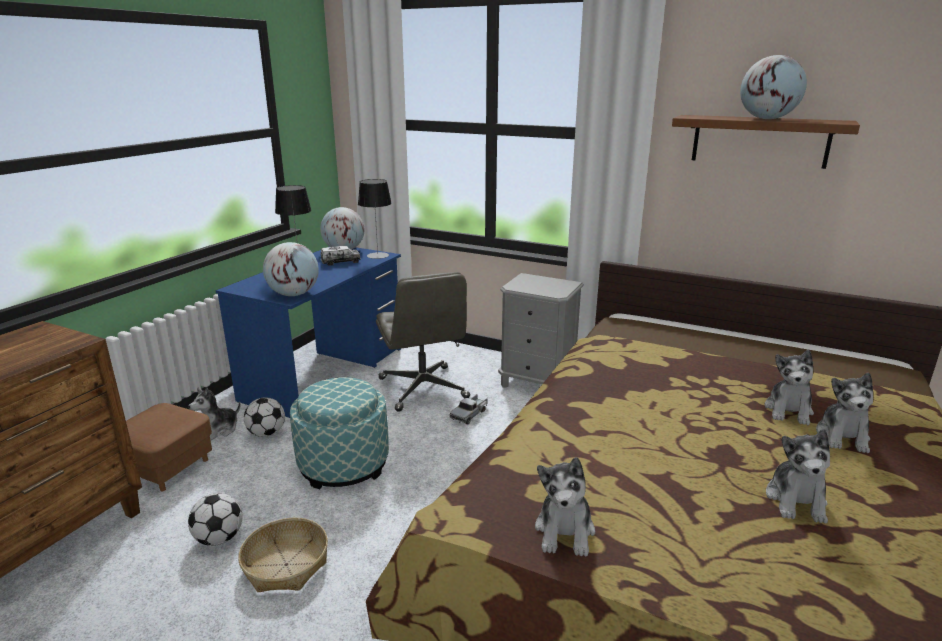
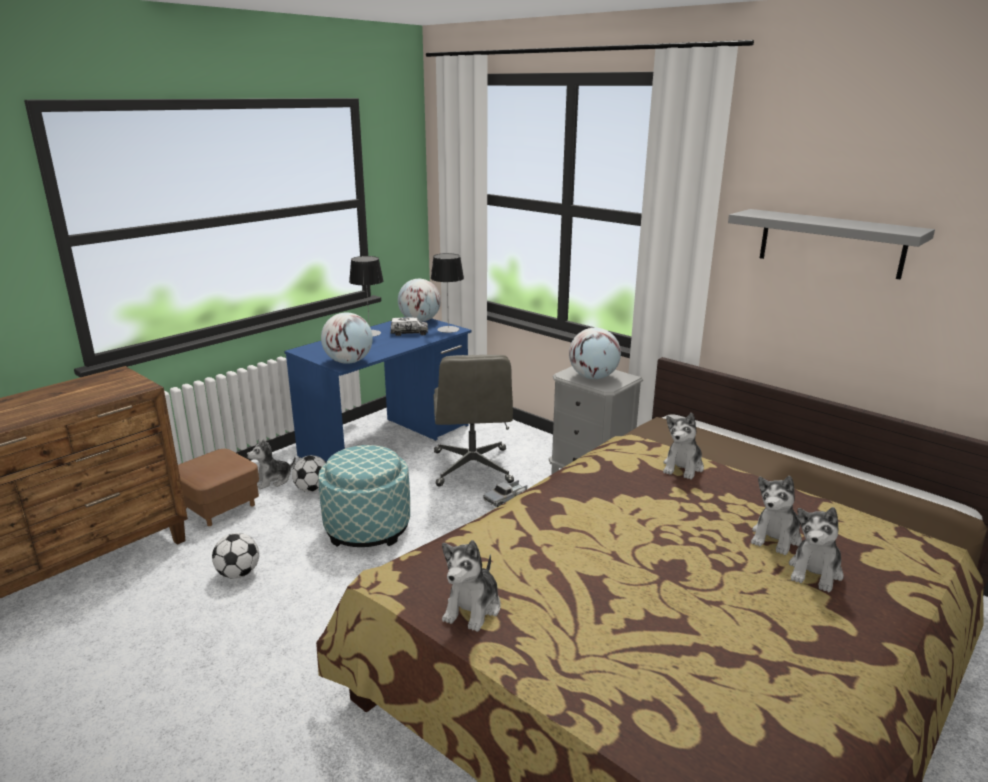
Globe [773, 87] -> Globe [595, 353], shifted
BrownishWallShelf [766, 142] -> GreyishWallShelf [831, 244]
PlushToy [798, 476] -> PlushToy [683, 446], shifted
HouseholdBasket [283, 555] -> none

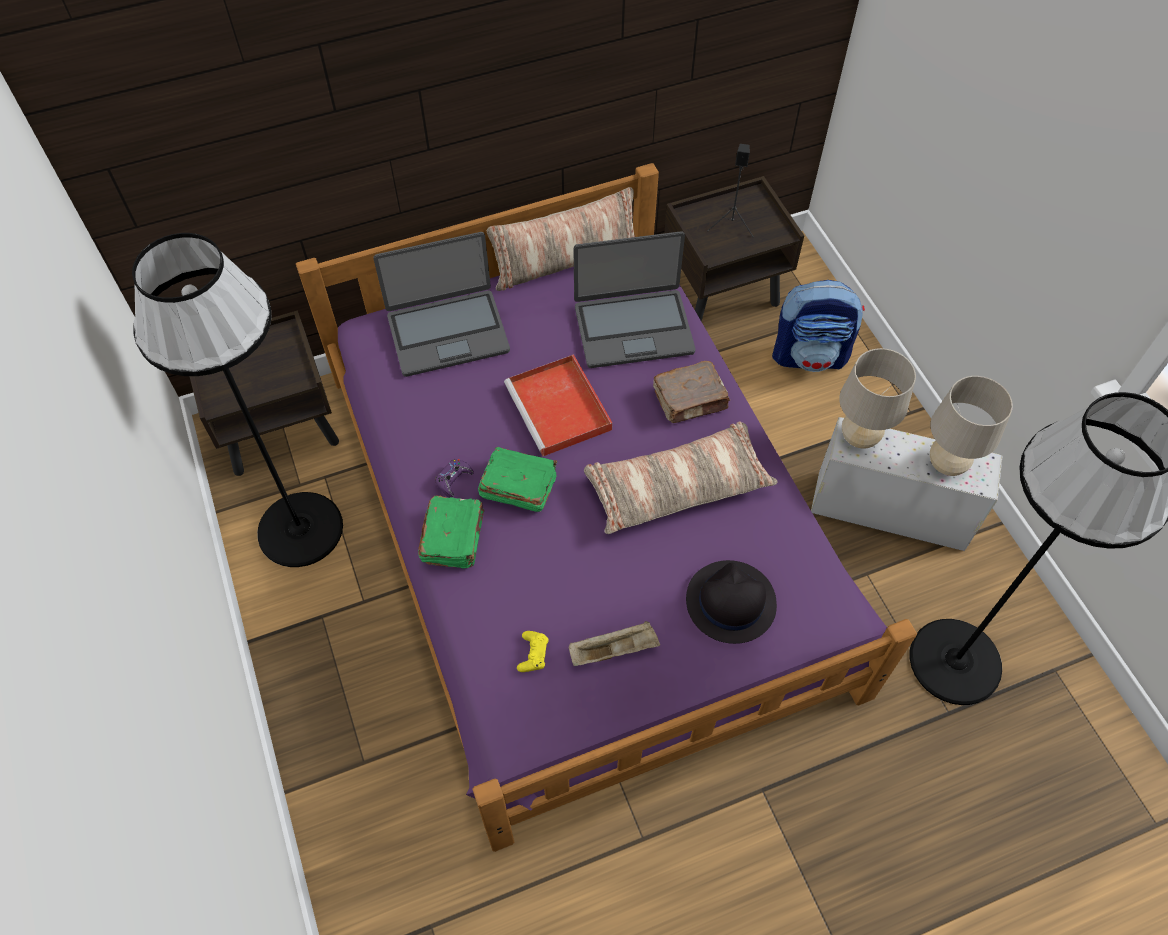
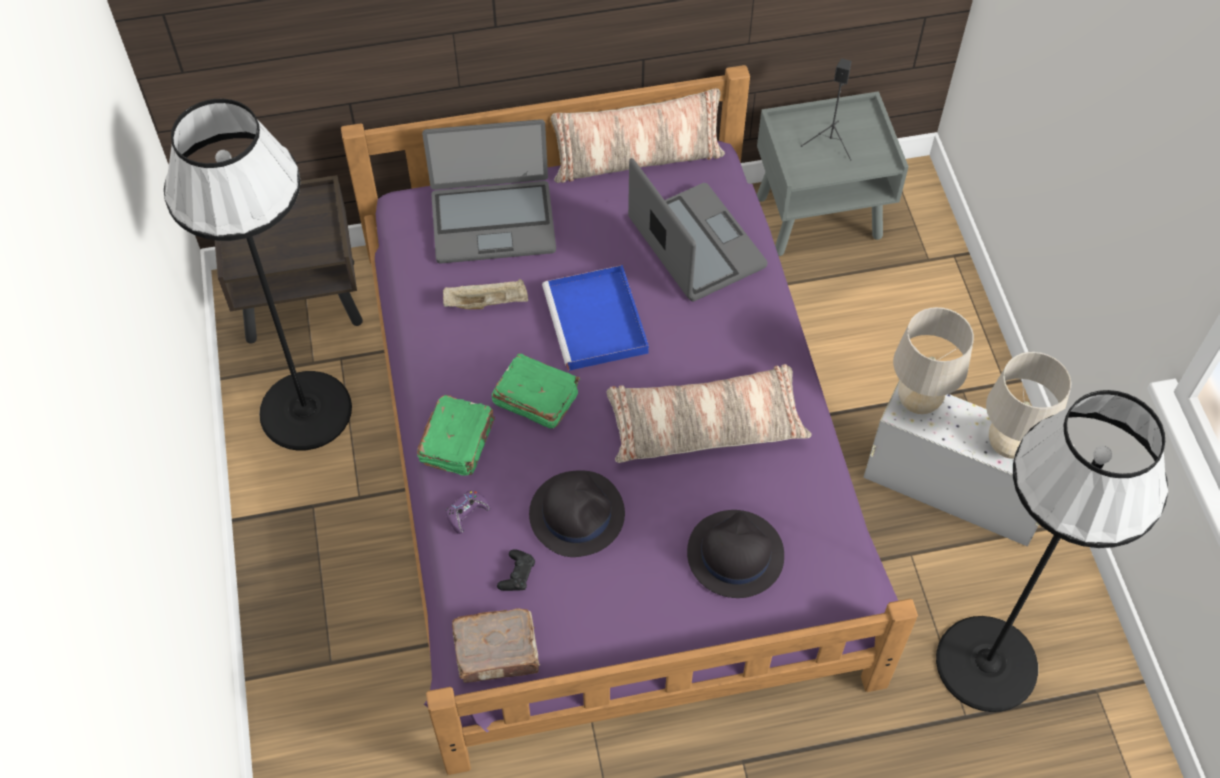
BrownishNightstand [734, 249] -> GreyishNightstand [833, 173]
NotebookComputer [634, 299] -> NotebookComputer [698, 230], 120 degrees counterclockwise
Backpack [818, 326] -> none
RedColouredCarryingTray [558, 405] -> BlueCarryingTray [595, 318]
BrownishBoundBook [691, 392] -> BrownishBoundBook [496, 645], shifted
PurplishJoypad [454, 478] -> PurplishJoypad [468, 512], shifted
BeigeCarryingTray [614, 643] -> BeigeCarryingTray [485, 294], shifted
YellowColouredJoypad [533, 651] -> BlackishJoypad [516, 570]
none -> BlackishClothingHat [577, 513]

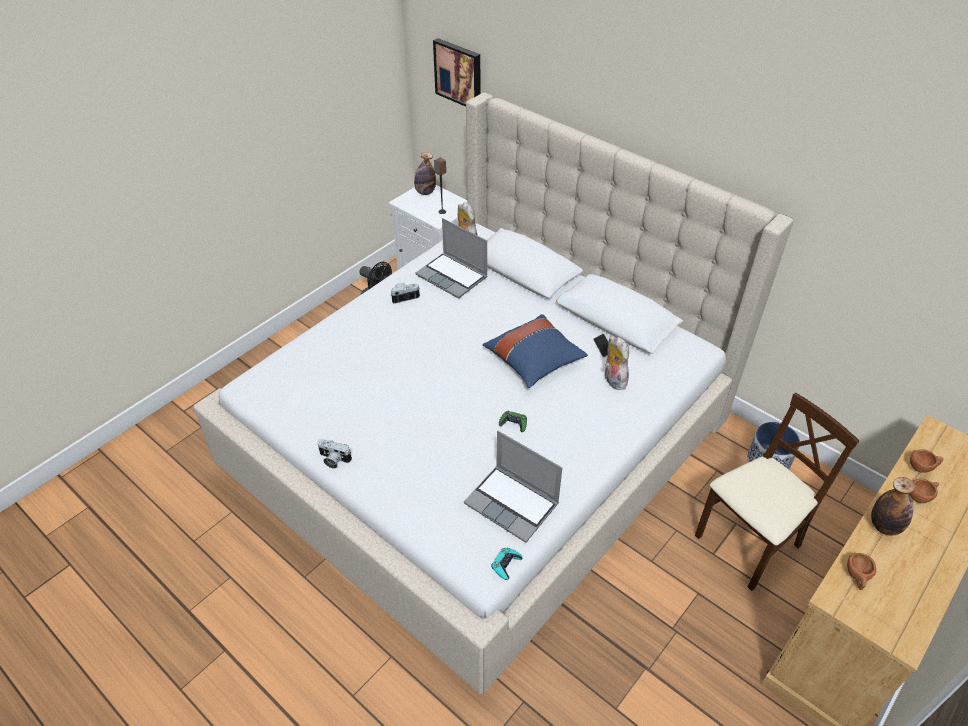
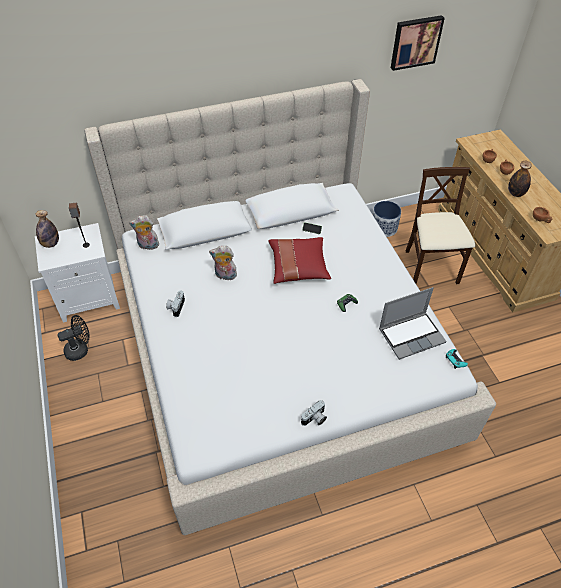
WallArt [456, 72] -> WallArt [418, 43], shifted
NotebookComputer [451, 258] -> none
BluePillow [535, 351] -> RedColouredPillow [299, 260]
PlushToy [617, 363] -> PlushToy [223, 263], shifted

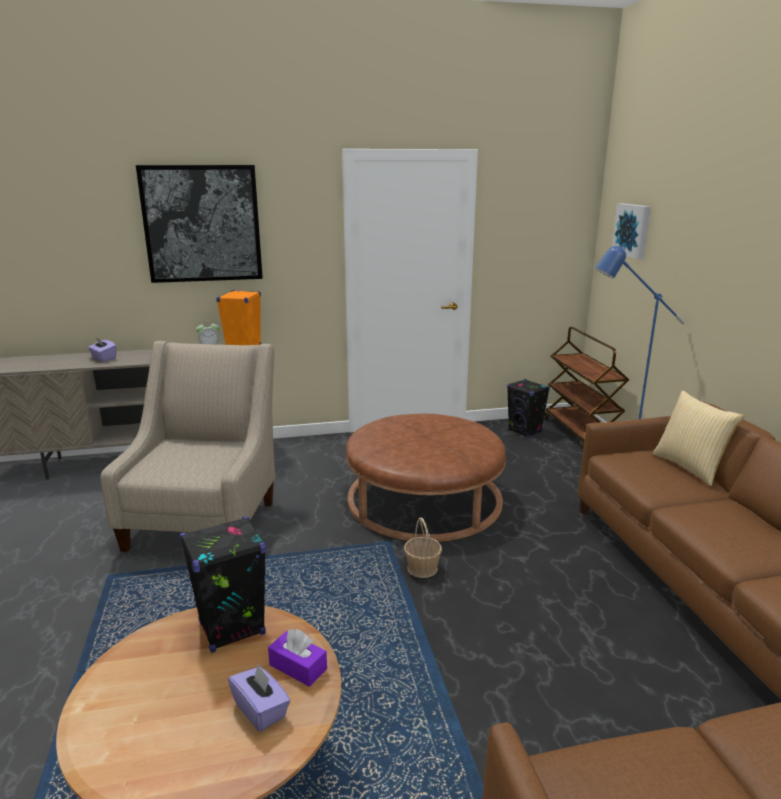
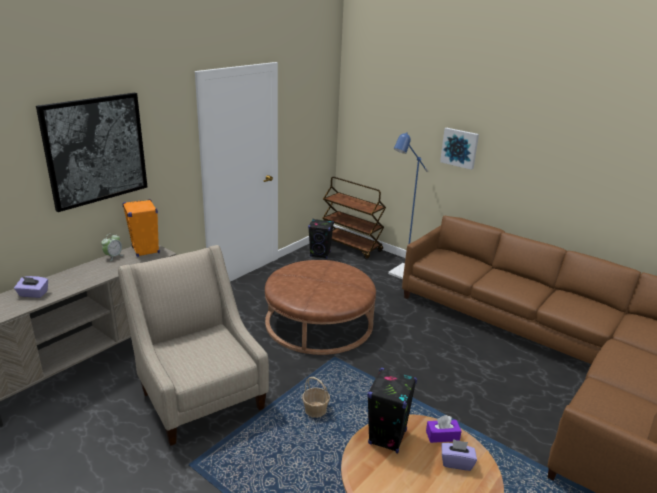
WallArt [631, 231] -> WallArt [459, 149], shifted
Pillow [699, 438] -> none
HouseholdBasket [423, 547] -> HouseholdBasket [316, 397], shifted

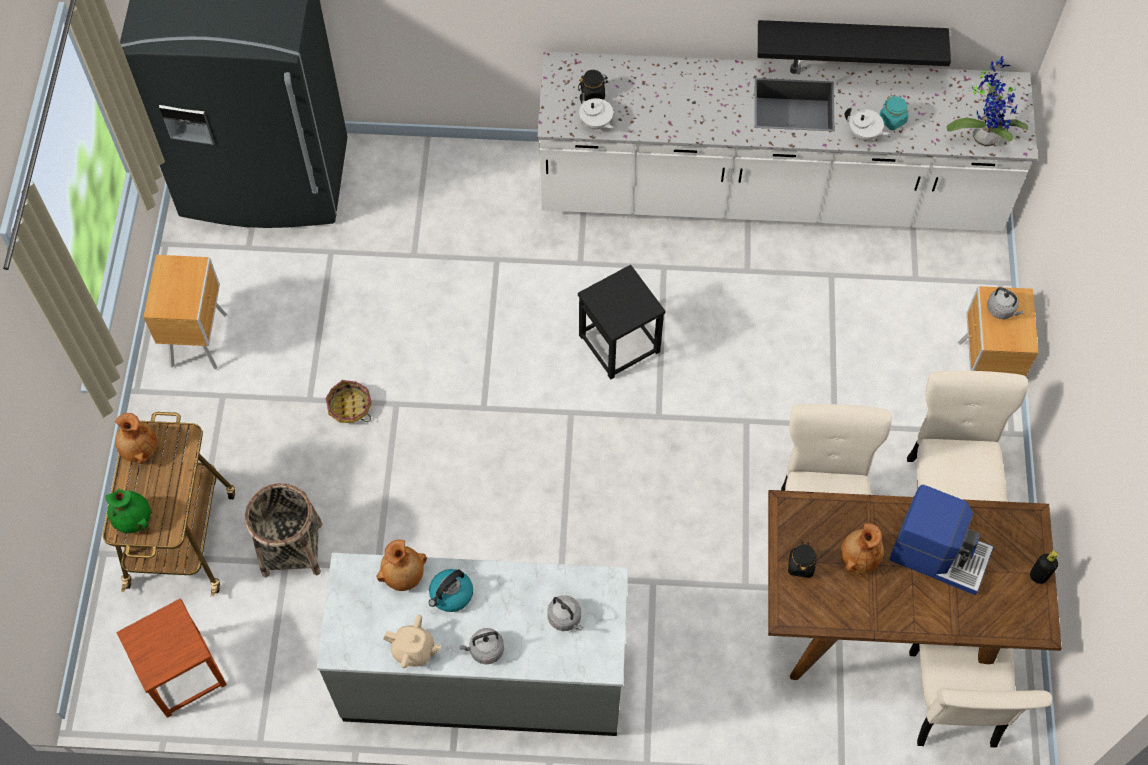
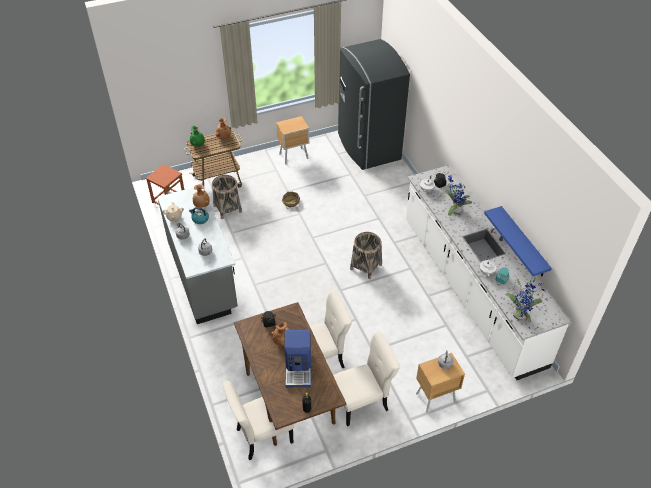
BlackishWallShelf [854, 43] -> BlueWallShelf [518, 241]
BlackishSittingStool [622, 322] -> HouseholdBasket [366, 255]
none -> Houseplant [458, 195]

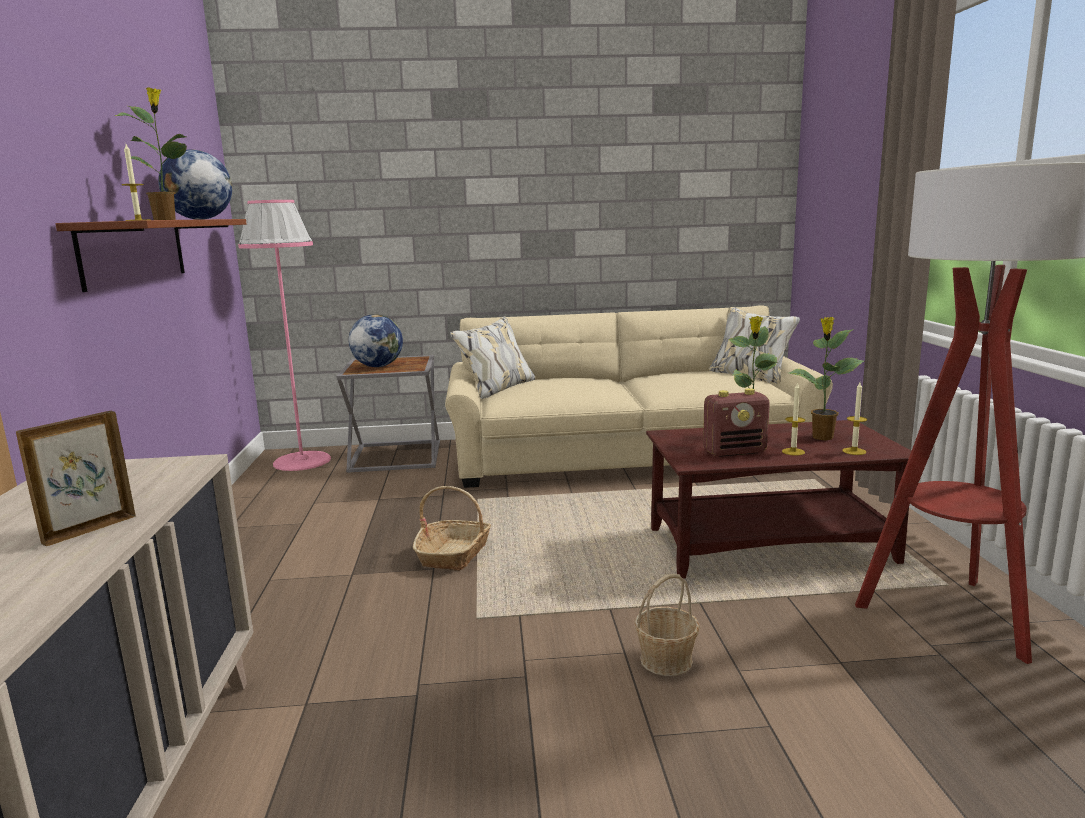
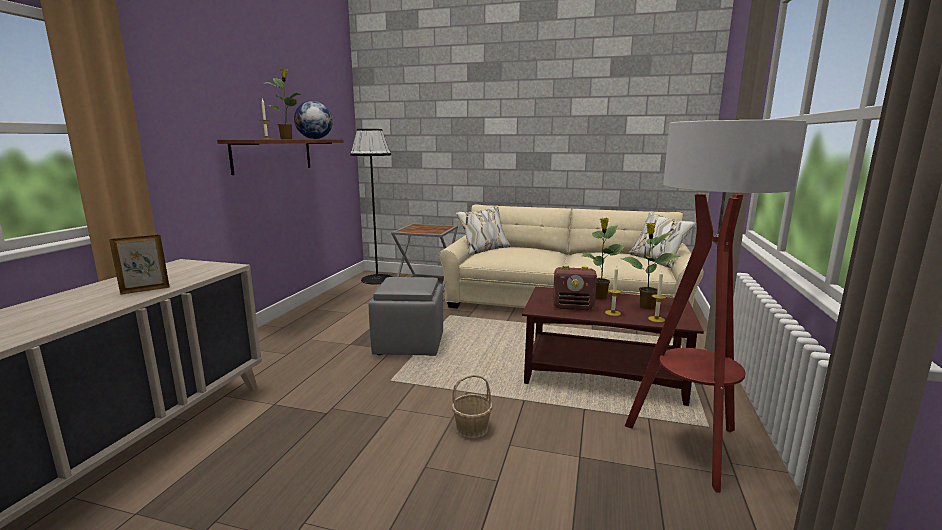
PinkColouredStandingLamp [284, 335] -> BlackishStandingLamp [371, 206]
Globe [376, 340] -> none
HouseholdBasket [452, 528] -> GreyishPouffe [406, 316]

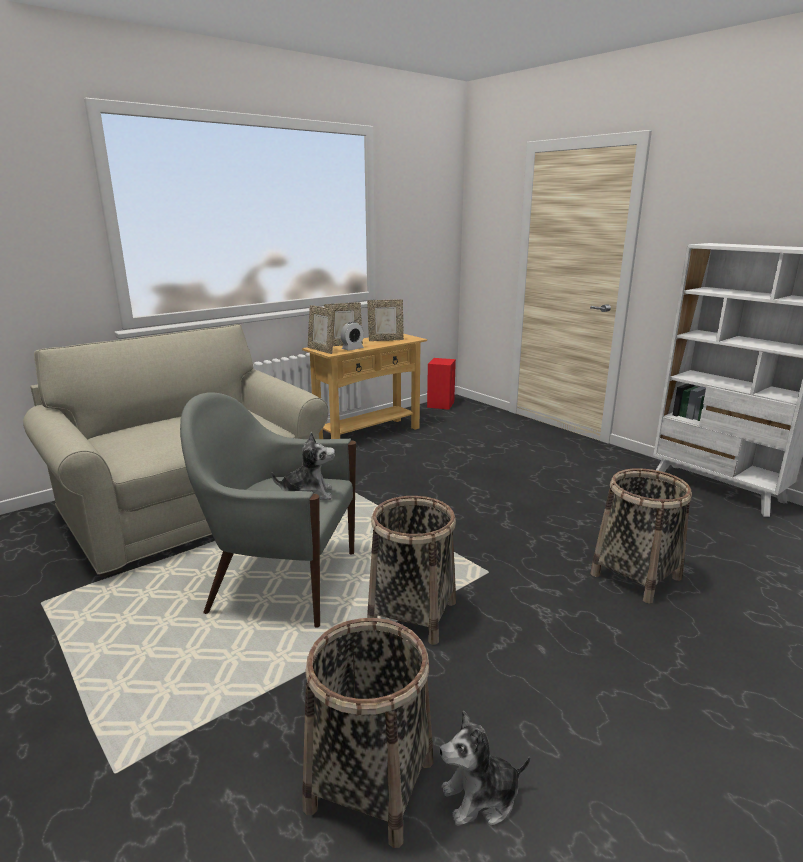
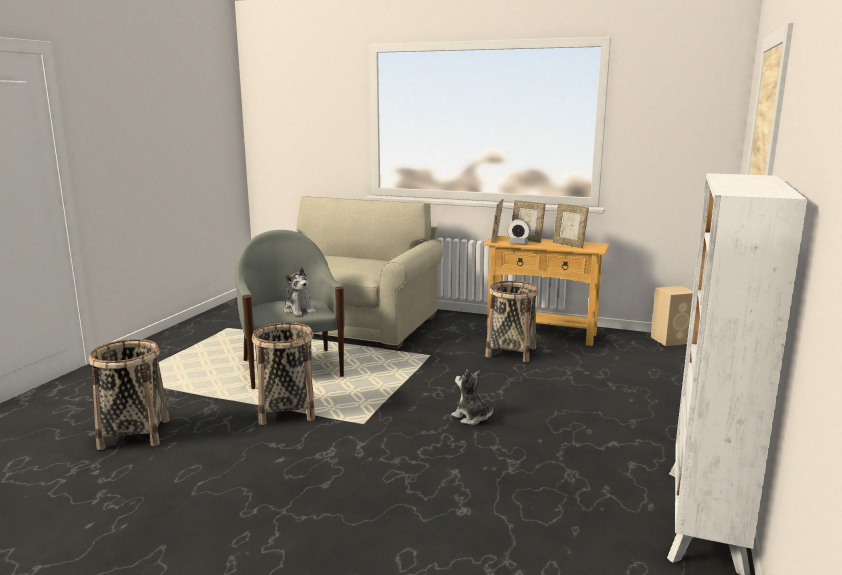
RedColouredAudioSpeaker [441, 384] -> BeigeAudioSpeaker [672, 316]
HouseholdBasket [641, 536] -> HouseholdBasket [511, 321], shifted
PlushToy [485, 768] -> PlushToy [472, 397], shifted

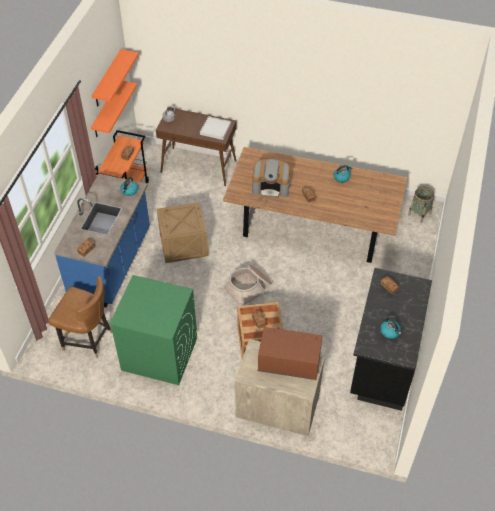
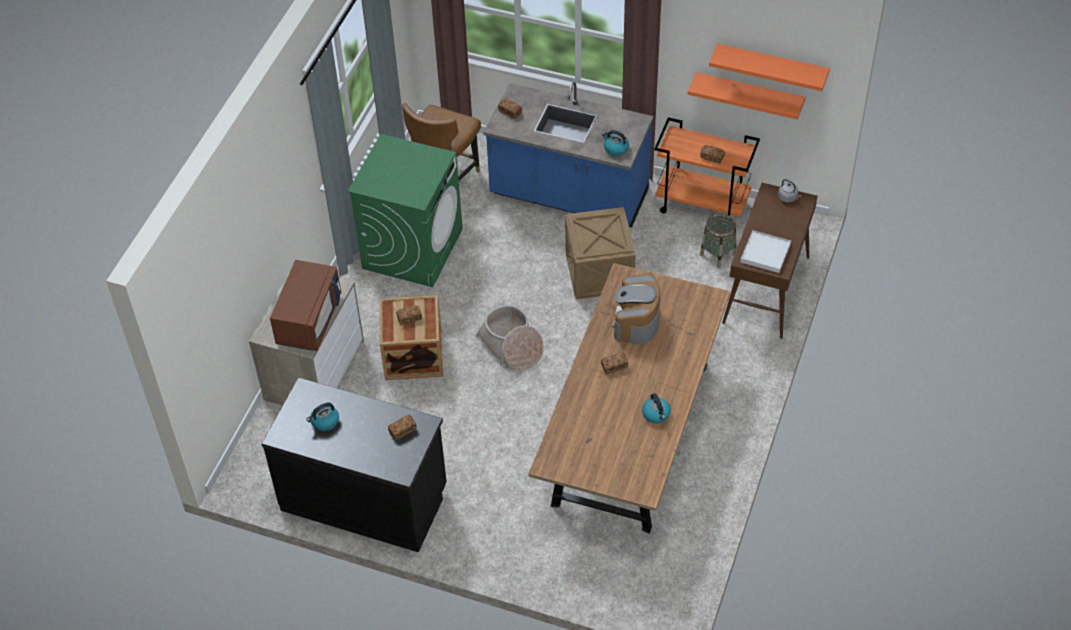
HouseholdBasket [421, 205] -> HouseholdBasket [718, 240], shifted

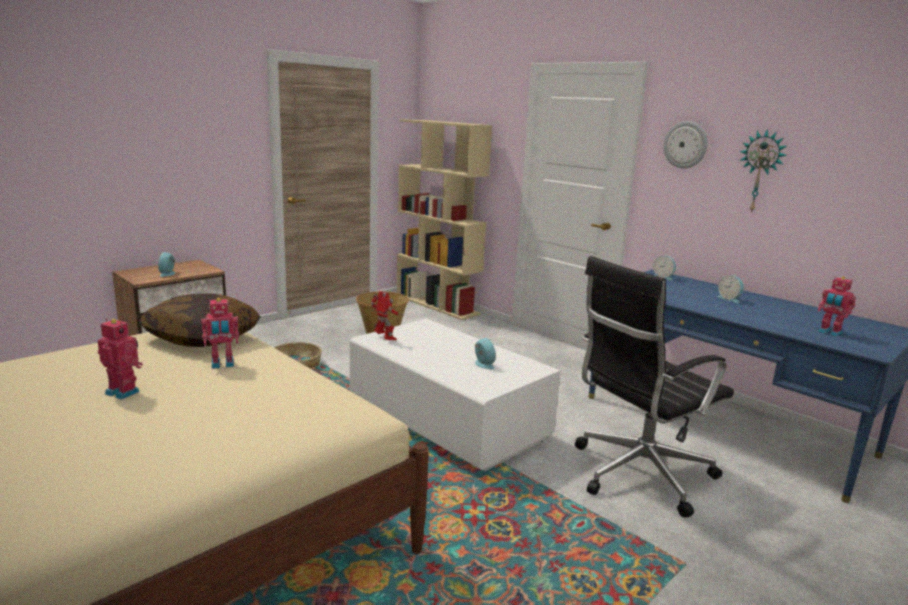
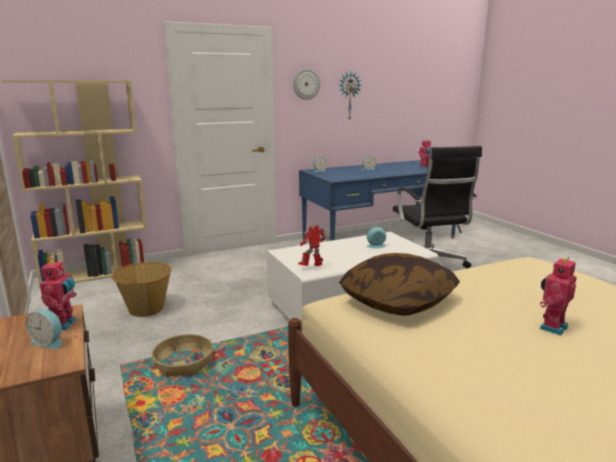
ModelRobot [220, 333] -> ModelRobot [58, 294], shifted

